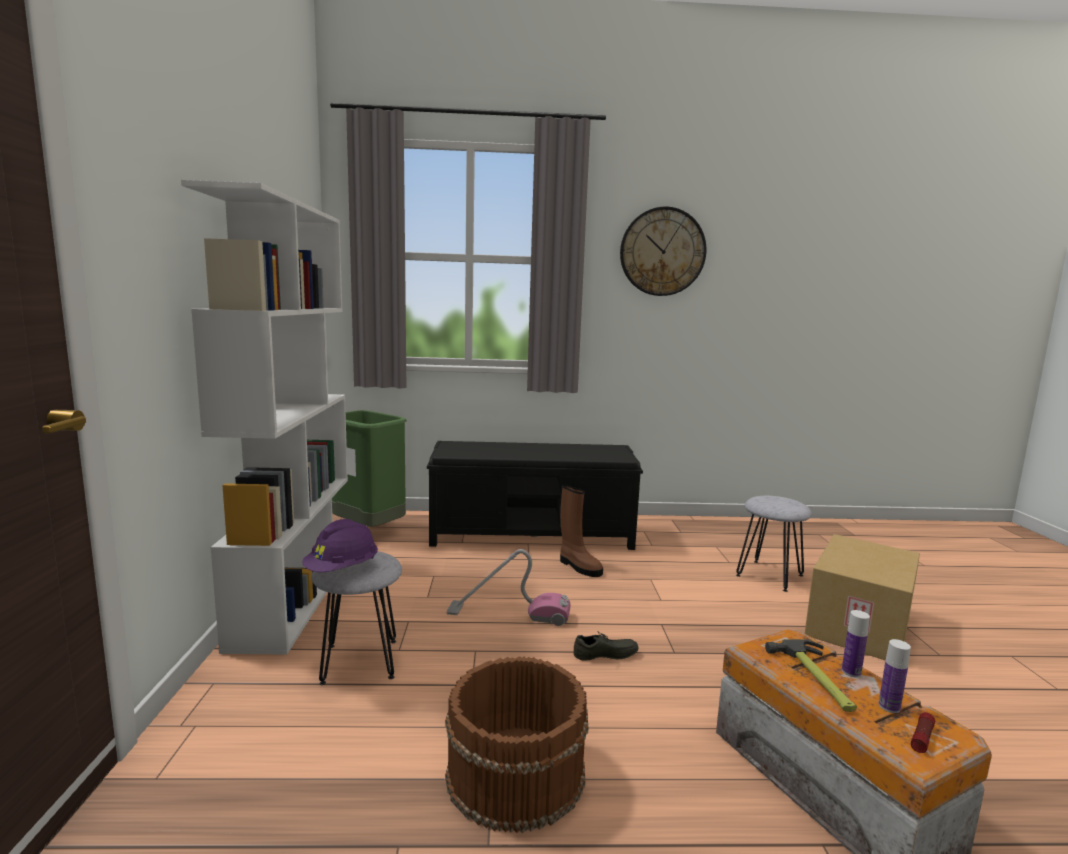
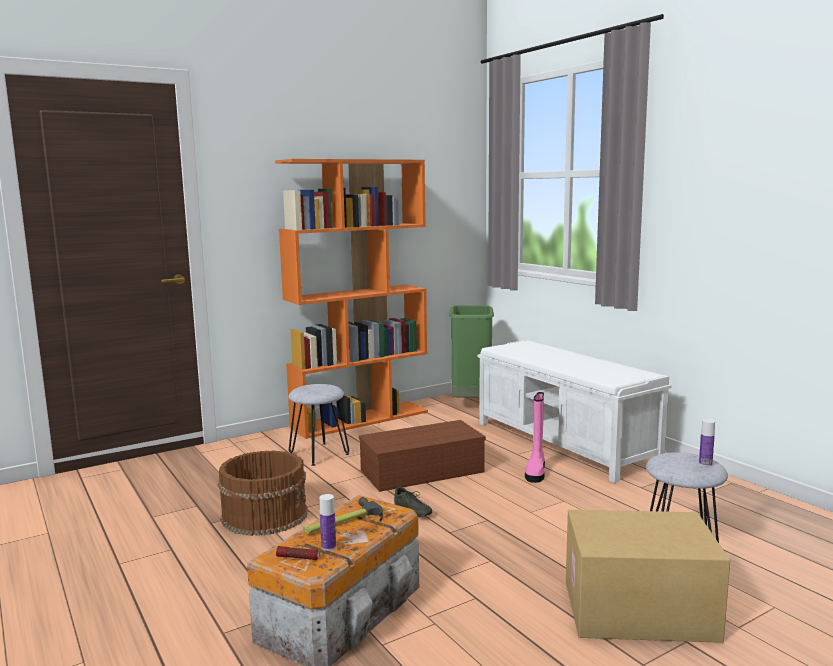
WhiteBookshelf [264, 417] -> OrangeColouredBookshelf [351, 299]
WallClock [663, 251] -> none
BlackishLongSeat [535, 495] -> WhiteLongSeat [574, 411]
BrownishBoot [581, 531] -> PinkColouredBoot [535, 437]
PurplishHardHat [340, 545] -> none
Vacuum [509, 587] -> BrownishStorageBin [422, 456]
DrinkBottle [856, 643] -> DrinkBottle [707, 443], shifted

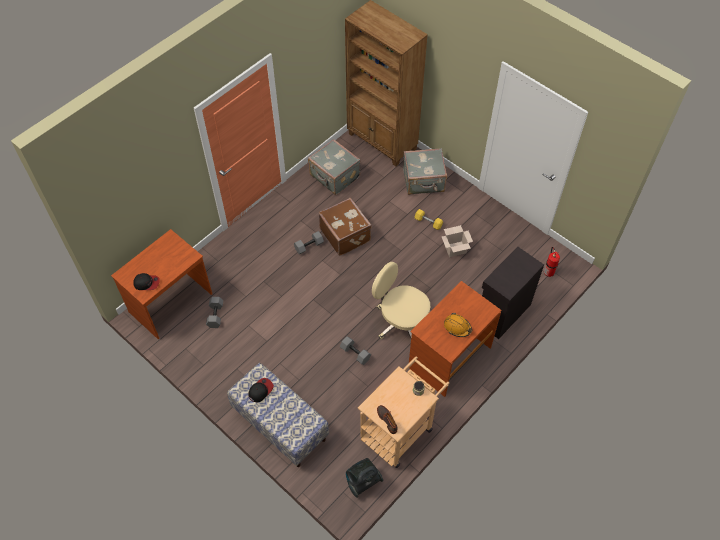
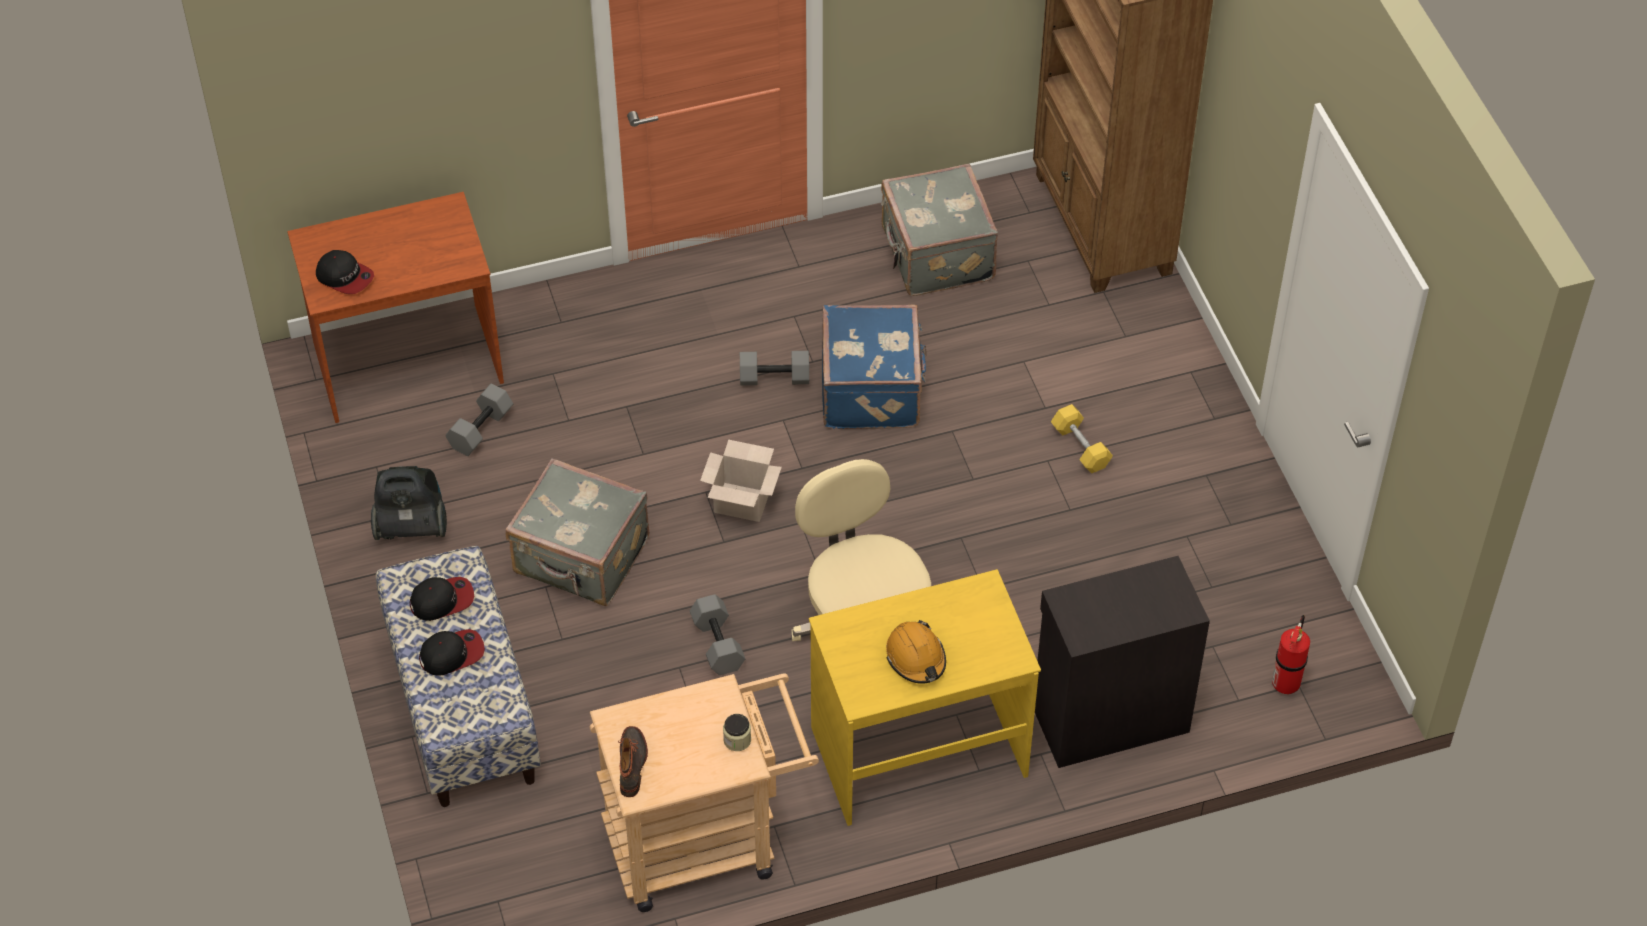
GreyishPieceOfLuggage [425, 171] -> GreyishPieceOfLuggage [577, 532], shifted
BrownishPieceOfLuggage [345, 227] -> BluePieceOfLuggage [874, 367]
PackingBox [457, 241] -> PackingBox [741, 480], shifted
BrownishDeskUnit [455, 339] -> YellowColouredDeskUnit [925, 697]
Vacuum [364, 478] -> Vacuum [409, 503], shifted
none -> PeakedCap [452, 652]

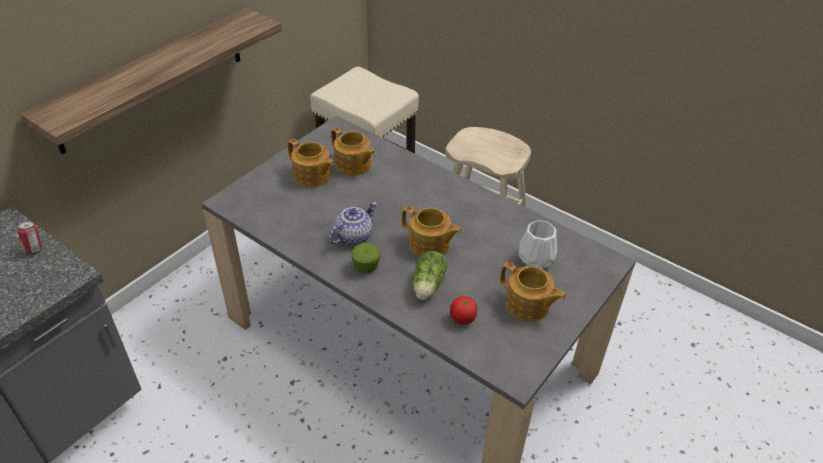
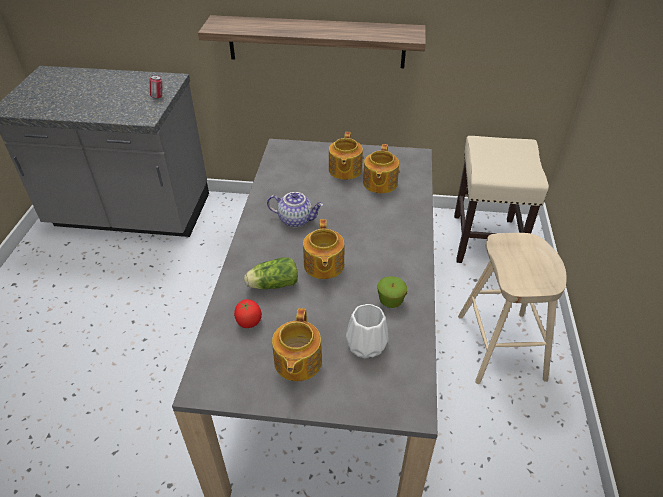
Apple [365, 258] -> Apple [392, 292], shifted

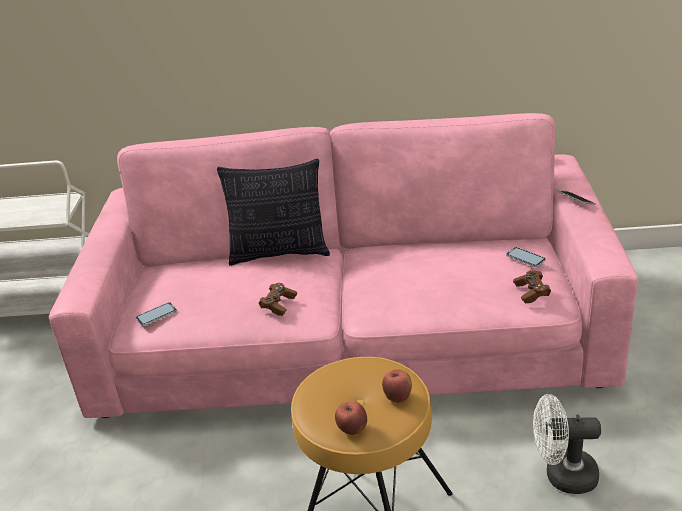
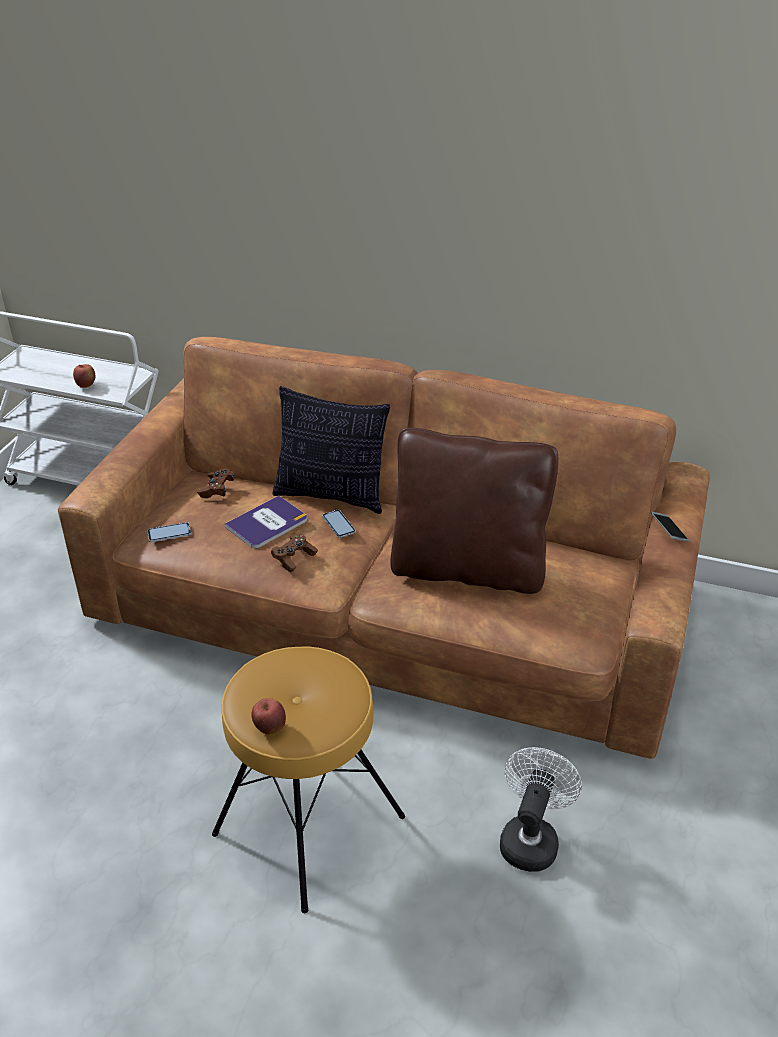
PinkColouredCouch [343, 265] -> BrownishCouch [384, 548]
Handset [526, 257] -> Handset [339, 524], shifted
BrownishJoypad [532, 286] -> BrownishJoypad [216, 483], shifted
Apple [397, 386] -> Apple [84, 376], shifted
WhiteFan [567, 444] -> WhiteFan [541, 809], 90 degrees clockwise
none -> BrownishPillow [474, 511]
none -> BoundBook [265, 522]

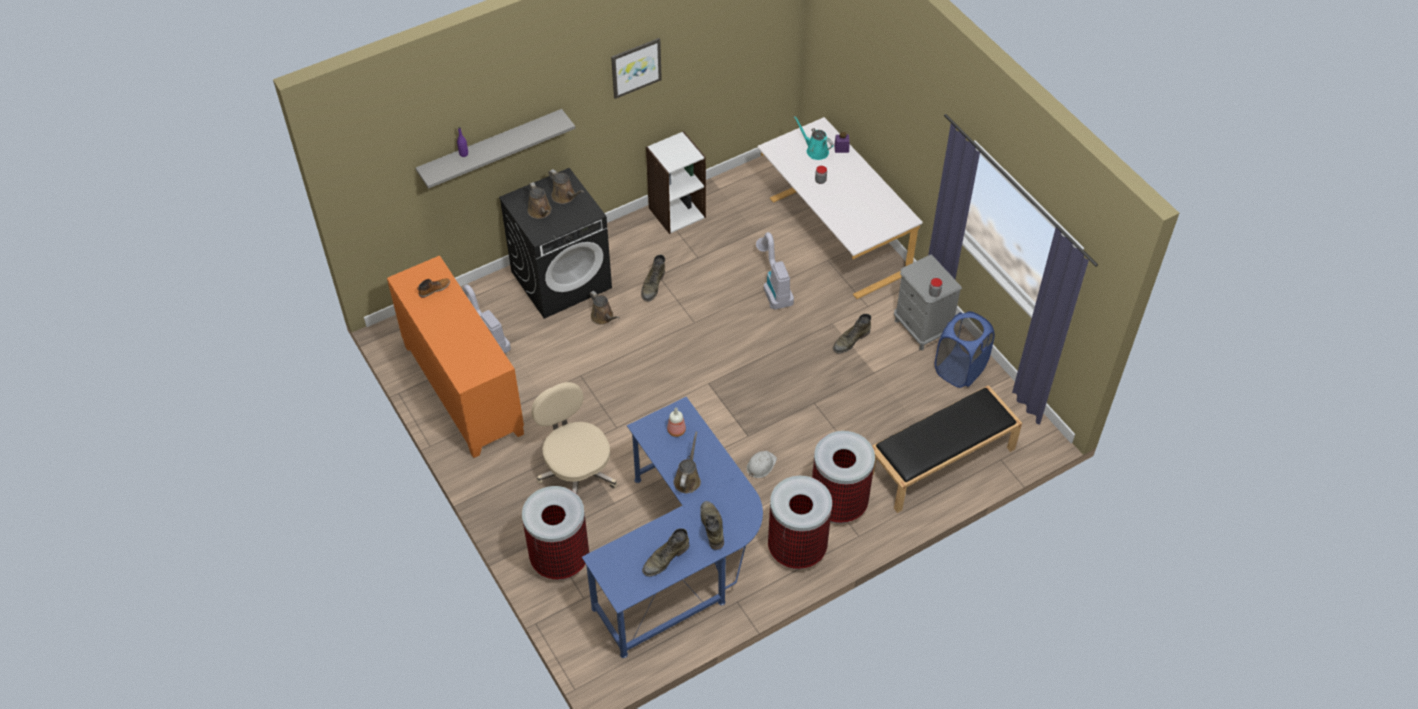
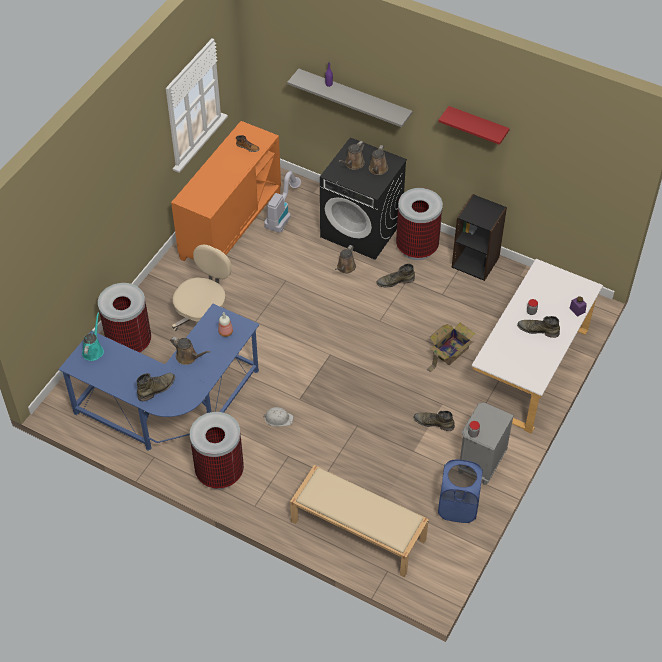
WallArt [636, 68] -> RedColouredWallShelf [474, 125]
TurquoiseColouredSprinklingCan [813, 138] -> TurquoiseColouredSprinklingCan [93, 336], shifted
WhiteBookshelf [676, 182] -> BlackishBookshelf [479, 237]
Vacuum [775, 270] -> PackingBox [450, 347]
BlackishLongSeat [947, 449] -> BeigeLongSeat [359, 521]
TrashCan [843, 477] -> TrashCan [419, 224], shifted
BrownishSprinklingCan [687, 462] -> BrownishSprinklingCan [190, 351], 45 degrees clockwise
GreenBoot [665, 552] -> GreenBoot [538, 327], shifted

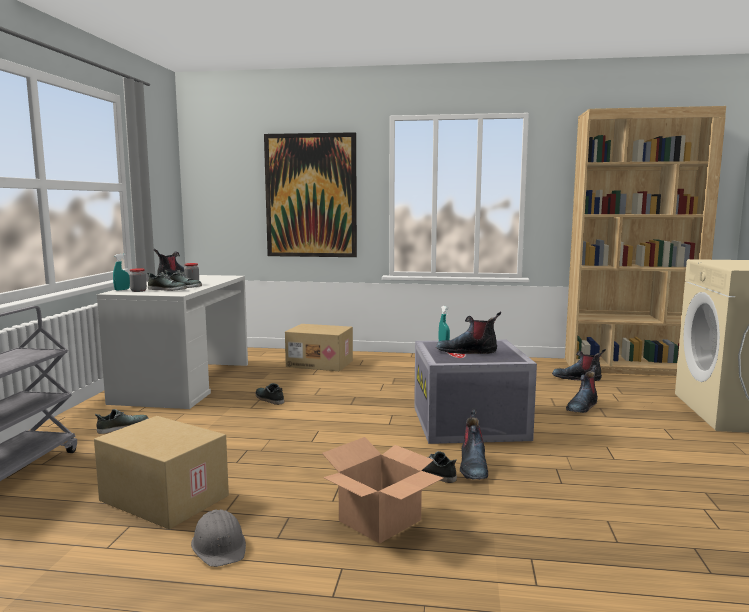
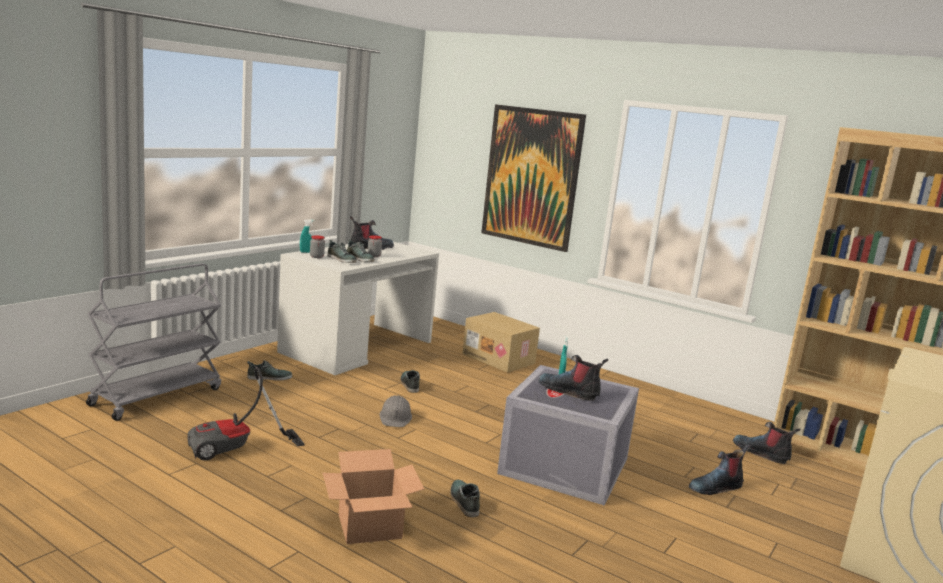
Boot [474, 444] -> none
PackingBox [161, 472] -> Vacuum [246, 413]
GreyishHardHat [218, 538] -> GreyishHardHat [396, 411], shifted

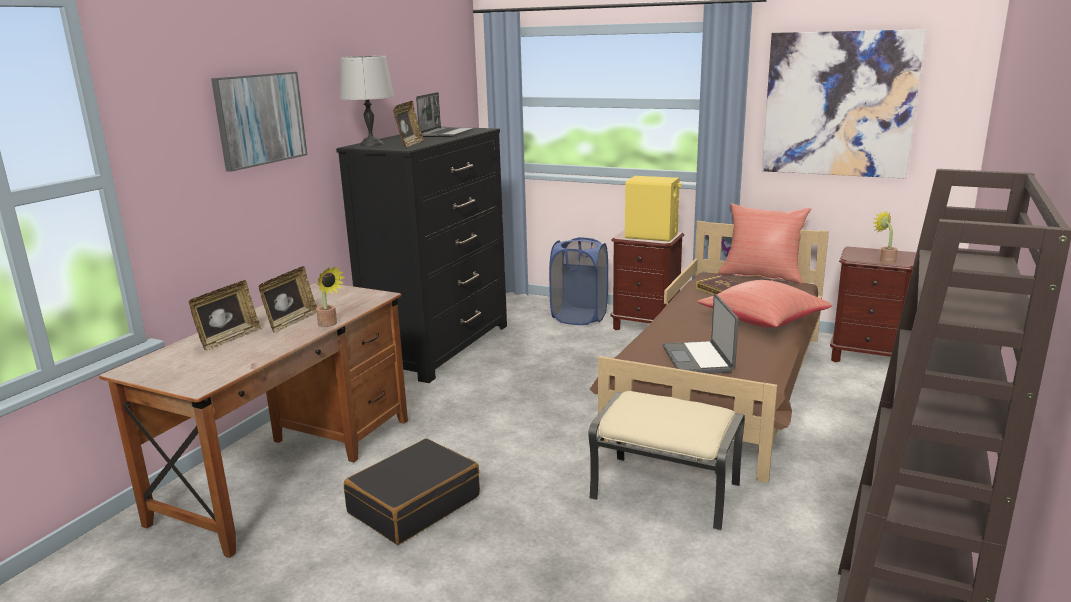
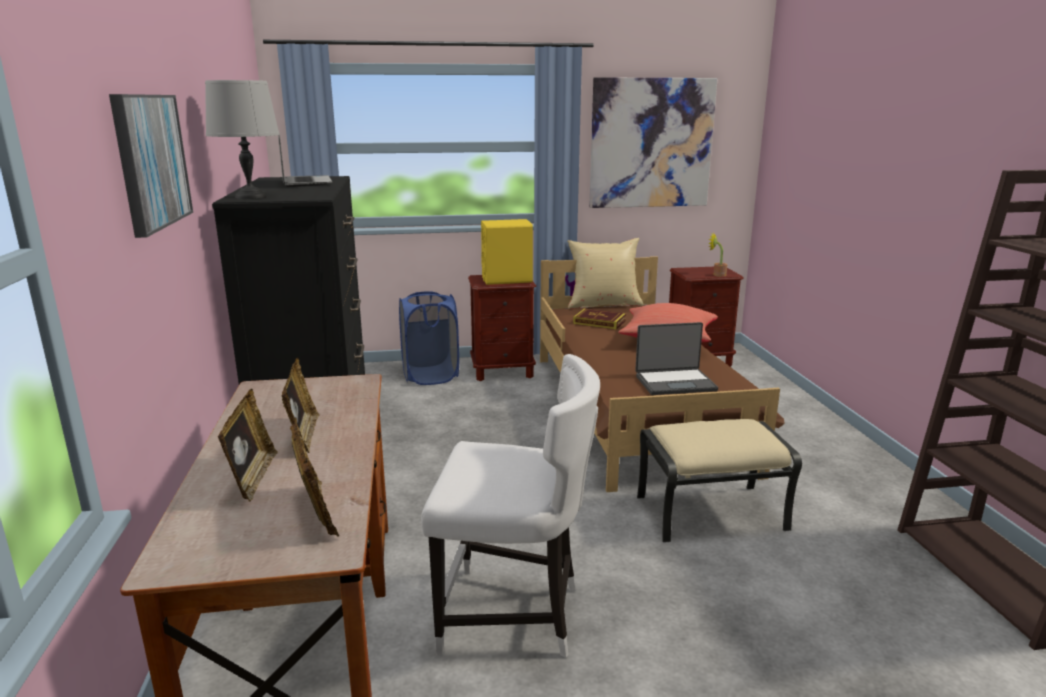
PhotoFrame [408, 124] -> PhotoFrame [314, 477], shifted
RedColouredPillow [764, 243] -> BeigePillow [605, 273]
Houseplant [330, 296] -> none
NotebookComputer [701, 334] -> NotebookComputer [676, 358], 60 degrees counterclockwise
BlackishPieceOfLuggage [412, 491] -> WhitePlainChair [510, 506]

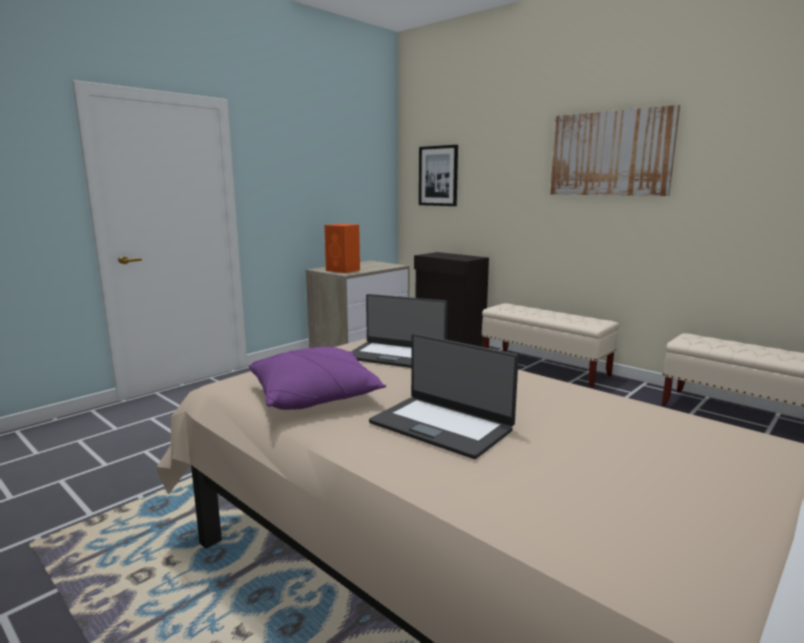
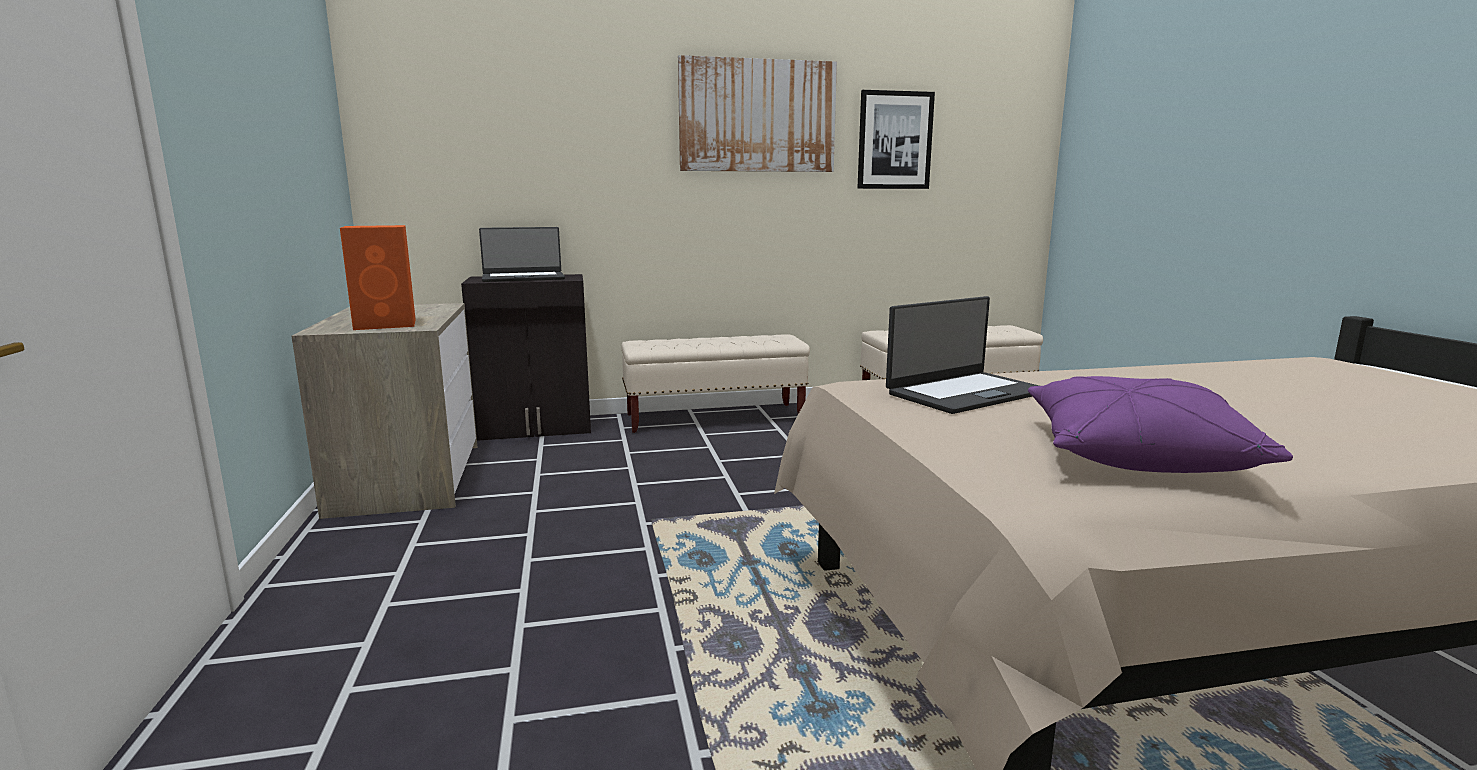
WallArt [438, 175] -> WallArt [896, 139], shifted
NotebookComputer [444, 396] -> NotebookComputer [522, 254], shifted

